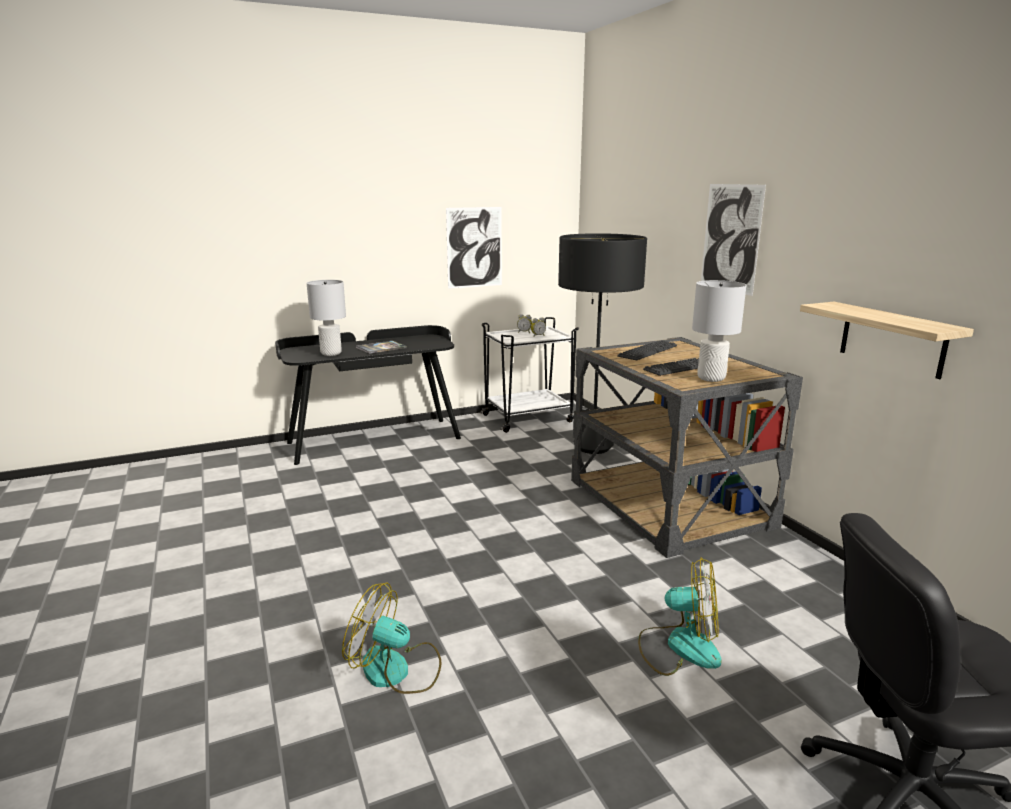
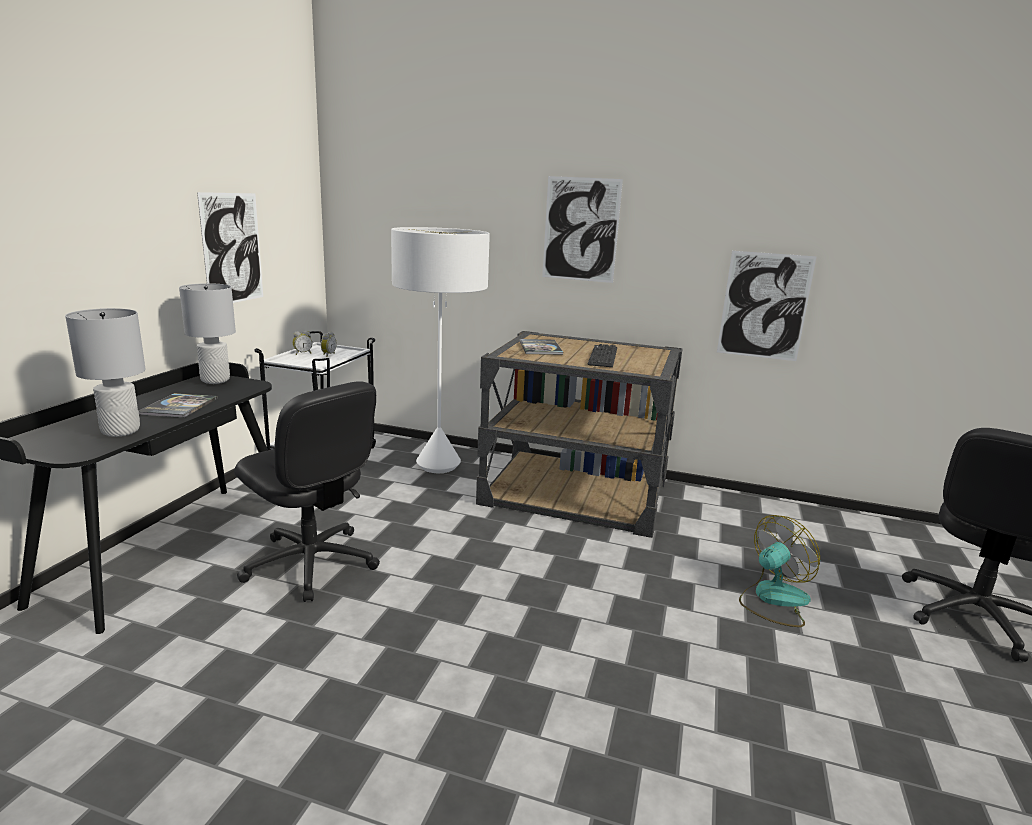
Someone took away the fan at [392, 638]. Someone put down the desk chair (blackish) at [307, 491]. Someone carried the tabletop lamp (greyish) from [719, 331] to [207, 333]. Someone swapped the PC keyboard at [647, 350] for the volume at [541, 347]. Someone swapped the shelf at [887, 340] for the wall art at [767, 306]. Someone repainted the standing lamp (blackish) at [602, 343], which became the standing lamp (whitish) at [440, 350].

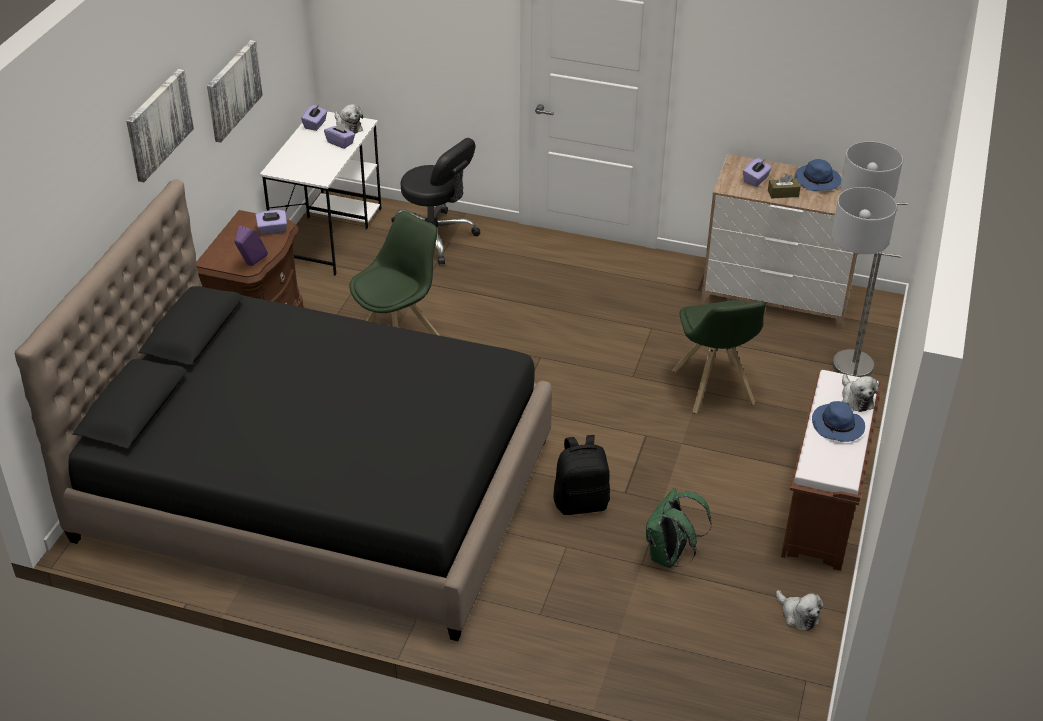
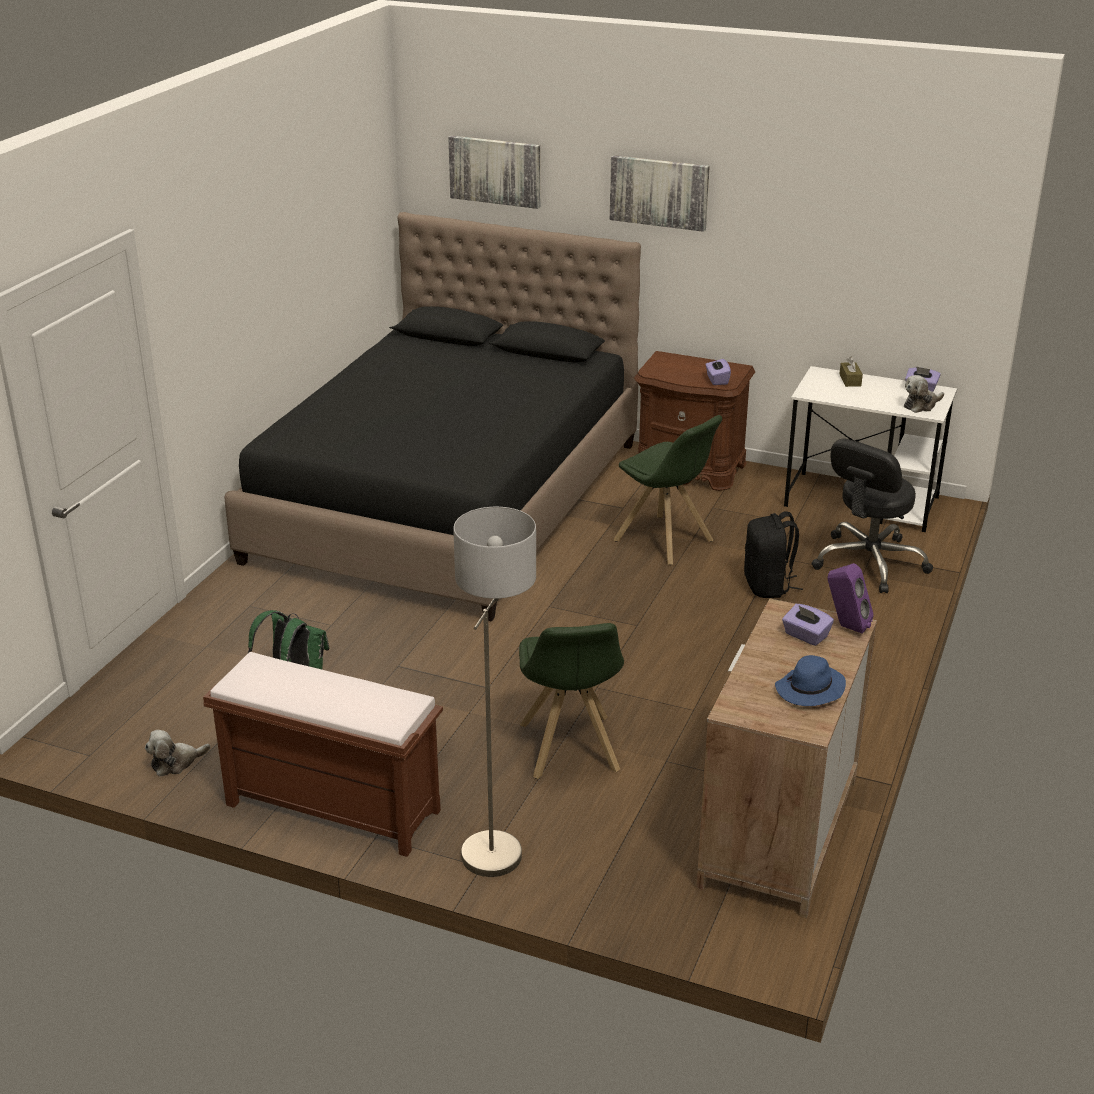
Someone took away the box of tissues (purple) at [339, 135]. Someone took away the clothing hat (blue-coloured) at [838, 421]. Someone took away the standing lamp (greyish) at [869, 259]. Someone took away the plush toy at [860, 393]. Someone carried the wall art from [235, 91] to [494, 172]. Someone carried the audio speaker (purple) from [251, 245] to [851, 598]. Someone carried the rucksack (blackish) from [581, 475] to [773, 554]. Someone carried the box of tissues (brown-coloured) from [784, 186] to [851, 371]. Someone rotated the plain chair (greenish) at [718, 357] by 90 degrees counterclockwise.

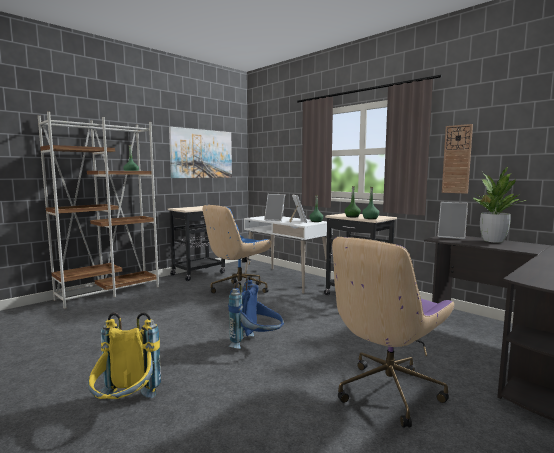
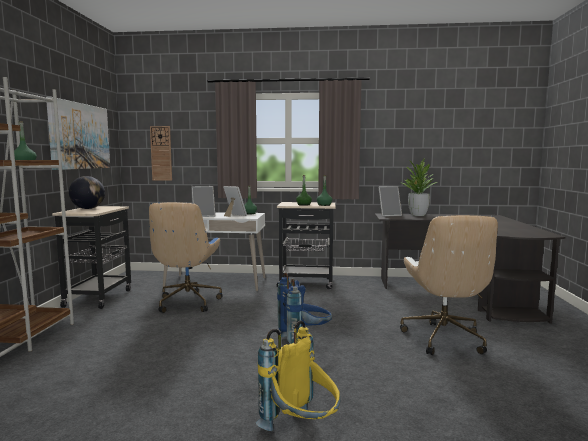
Someone put down the globe at [87, 192]. Someone carried the clock on the wall from [457, 159] to [161, 153]. Someone repainted the desk chair (purple) at [393, 332], which became the desk chair (whitish) at [449, 285].

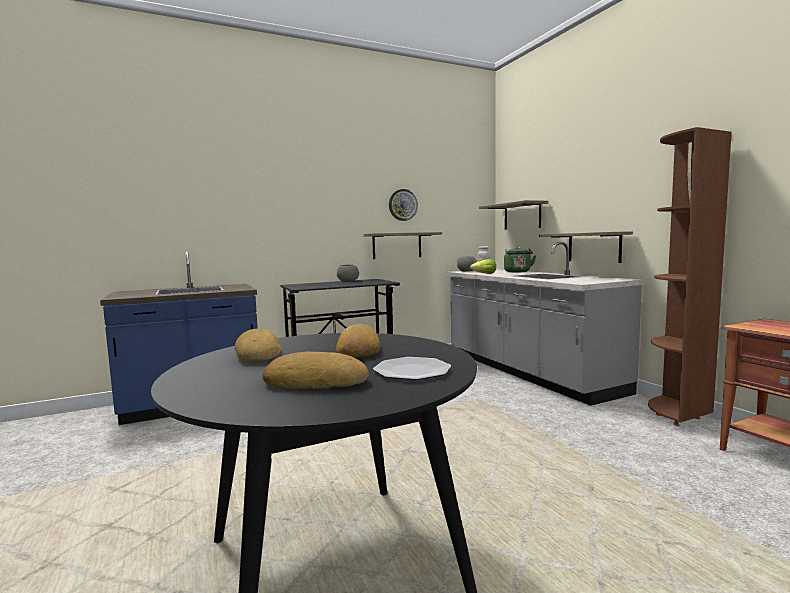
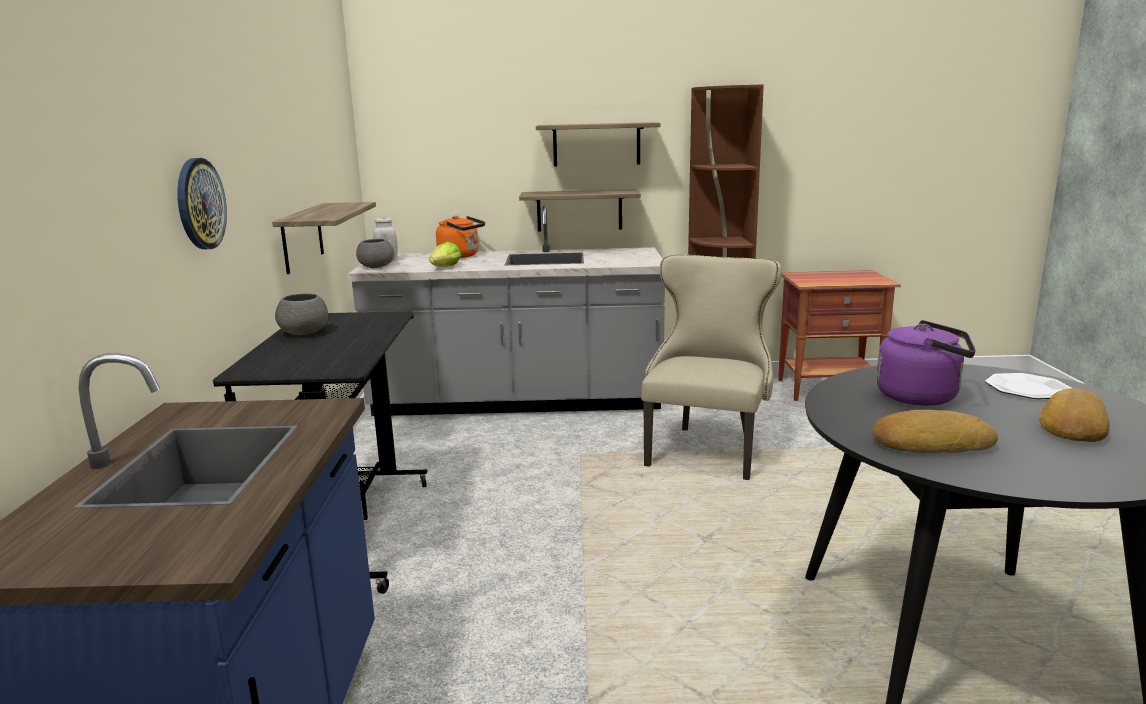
Someone put down the plain chair (sand-coloured) at [711, 367]. Someone carried the clock on the wall from [403, 205] to [202, 203]. Someone carried the shelf from [513, 214] to [598, 144]. Someone swapped the bakery bread at [358, 340] for the water kettle (purple) at [926, 363]. Someone repainted the water kettle (greenish) at [520, 260], which became the water kettle (orangey) at [460, 237].

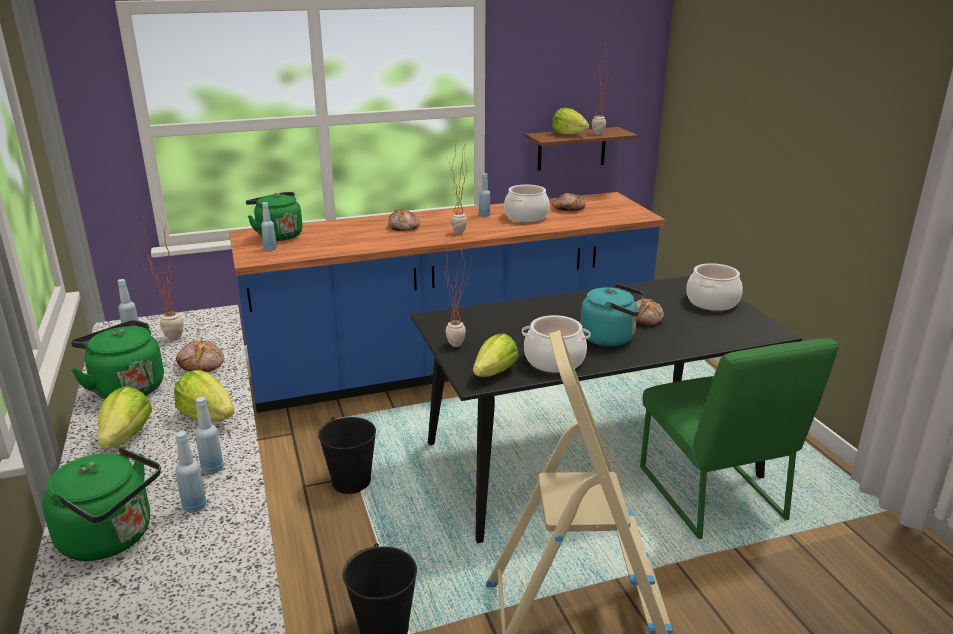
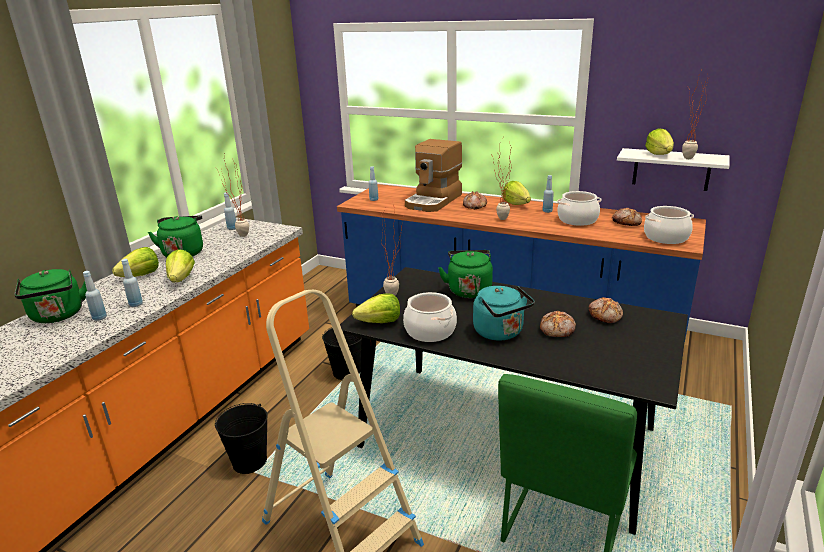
Someone put down the coffee brewer at [434, 175]. Someone put down the head of lettuce at [517, 193]. Someone carried the bakery bread from [200, 356] to [606, 310]. Someone carried the water kettle (greenish) from [274, 216] to [465, 274]. Someone carried the saucepot from [714, 287] to [669, 225]. Someone repainted the shelf (brown-coloured) at [581, 149], which became the shelf (whitish) at [673, 169].

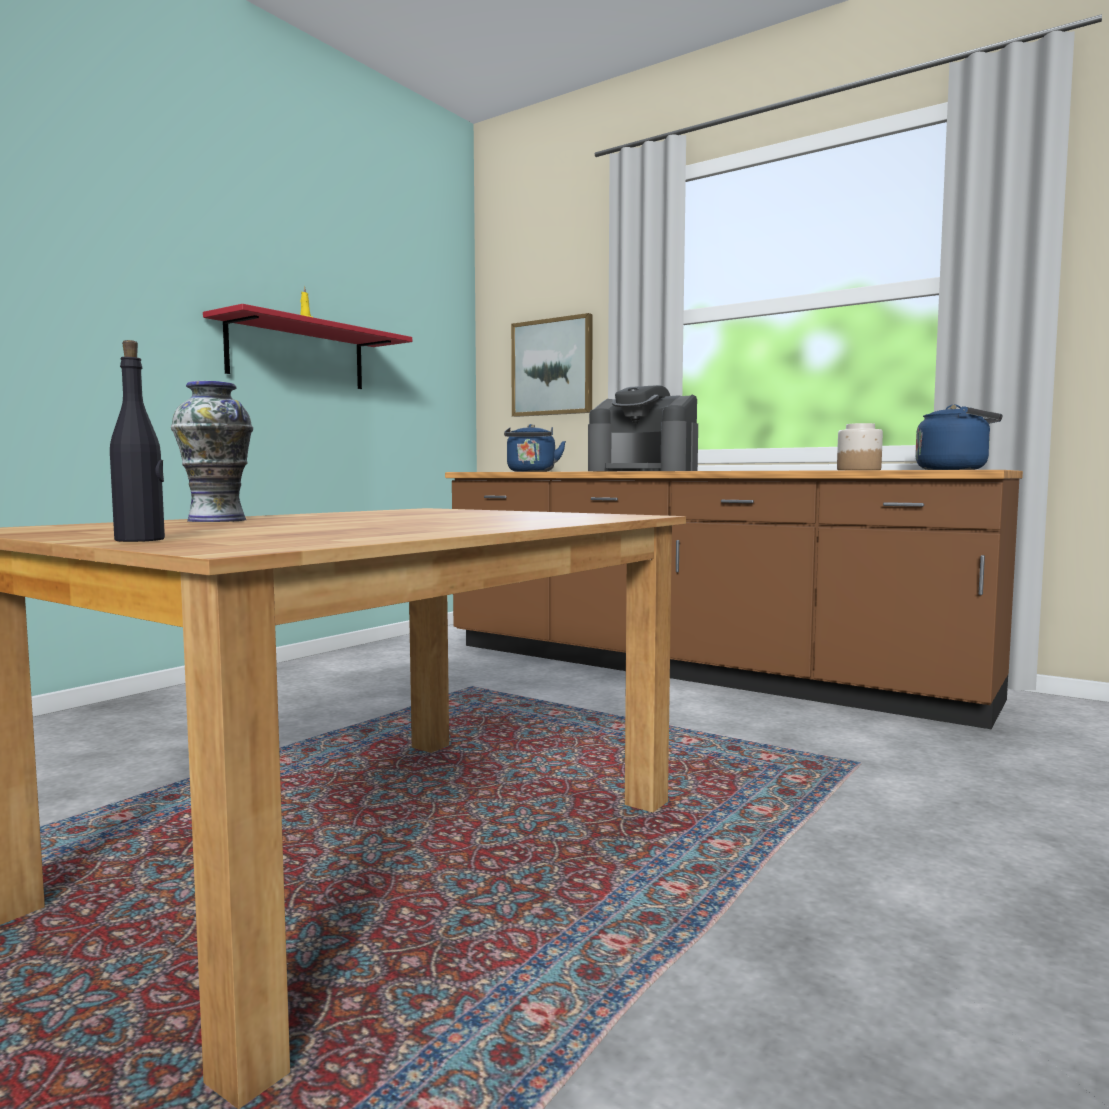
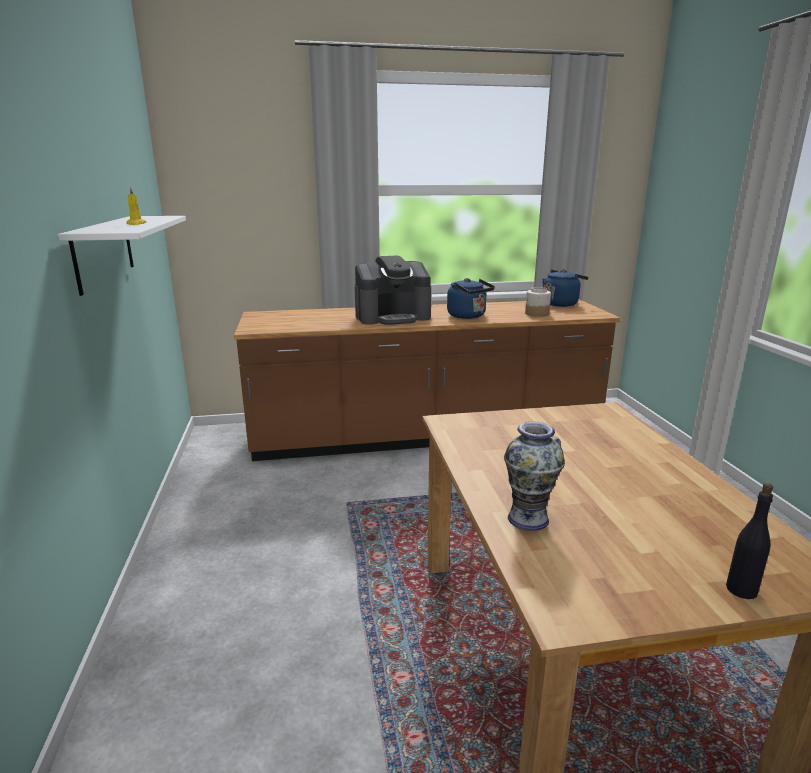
Someone took away the wall art at [552, 365]. Someone carried the water kettle (blue-coloured) from [535, 448] to [471, 298]. Someone repainted the shelf (reddish) at [307, 346], which became the shelf (whitish) at [122, 256].

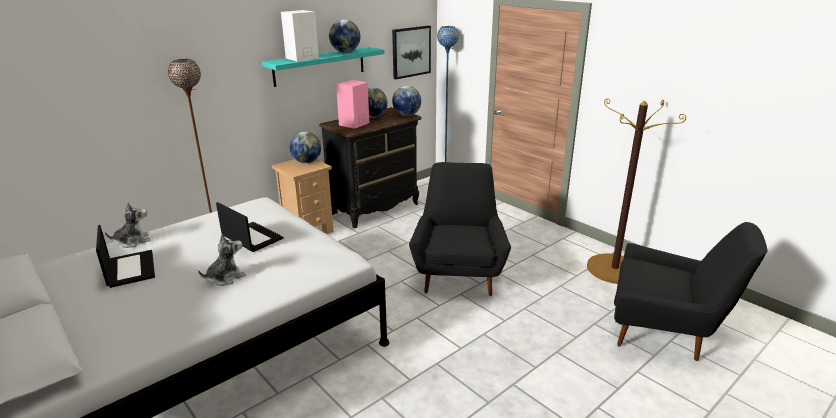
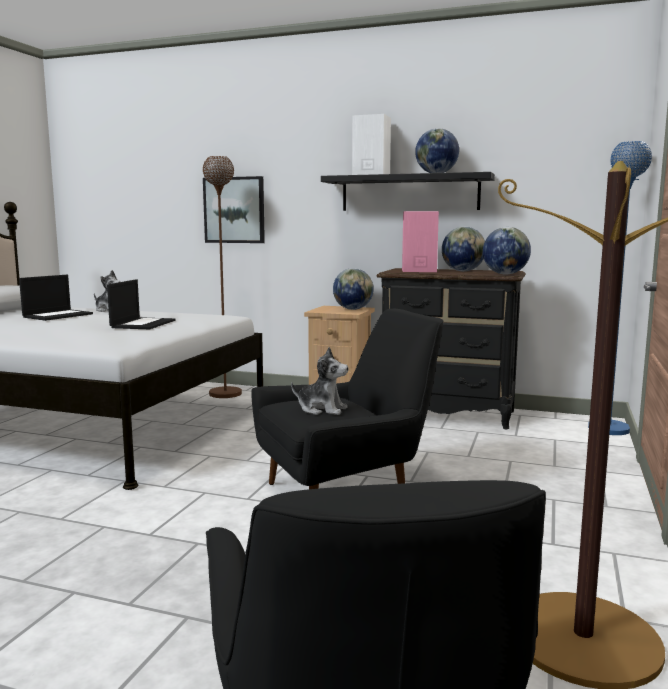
Someone carried the plush toy from [222, 260] to [320, 381]. Someone carried the wall art from [411, 52] to [234, 209]. Someone repainted the shelf (blue-green) at [323, 67], which became the shelf (blackish) at [408, 191].

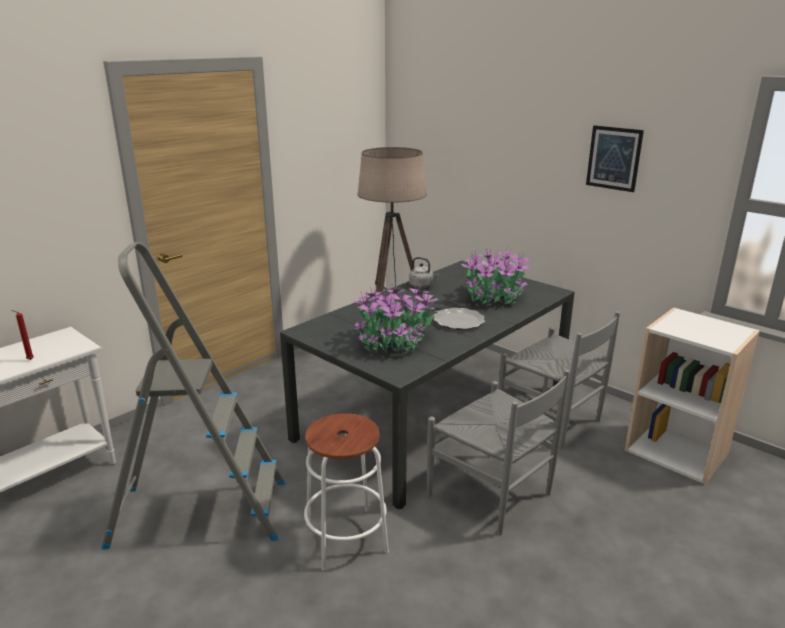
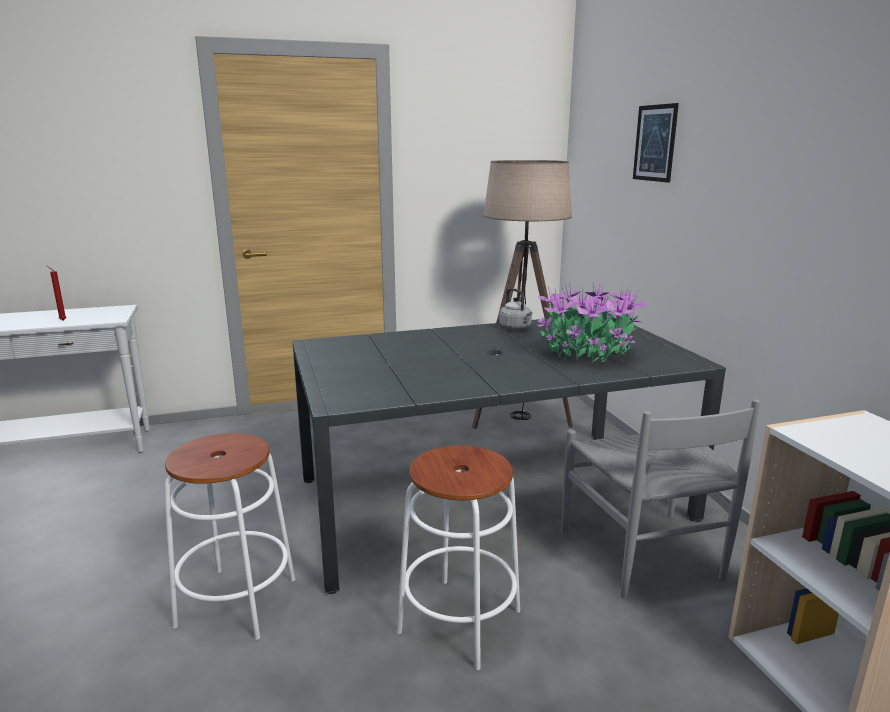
Someone took away the stepladder (greyish) at [193, 395]. Someone took away the potted plant at [395, 318]. Someone took away the dinner plate at [459, 319]. Someone carried the wall art from [615, 158] to [656, 143]. Someone swapped the plain chair (greyish) at [498, 452] for the stool seat (whitish) at [458, 557].

